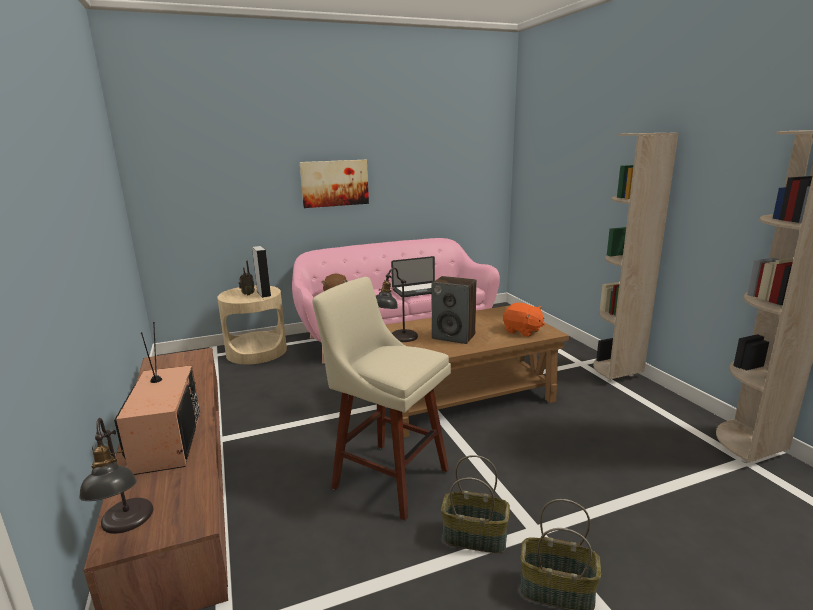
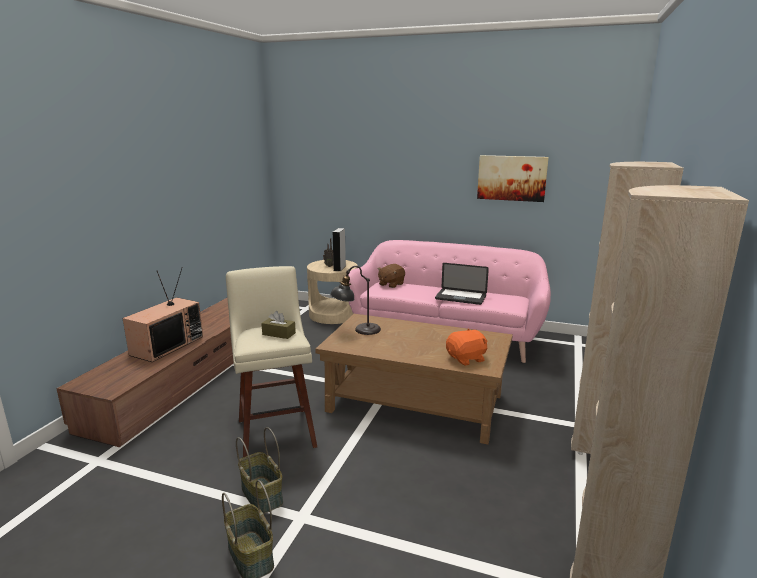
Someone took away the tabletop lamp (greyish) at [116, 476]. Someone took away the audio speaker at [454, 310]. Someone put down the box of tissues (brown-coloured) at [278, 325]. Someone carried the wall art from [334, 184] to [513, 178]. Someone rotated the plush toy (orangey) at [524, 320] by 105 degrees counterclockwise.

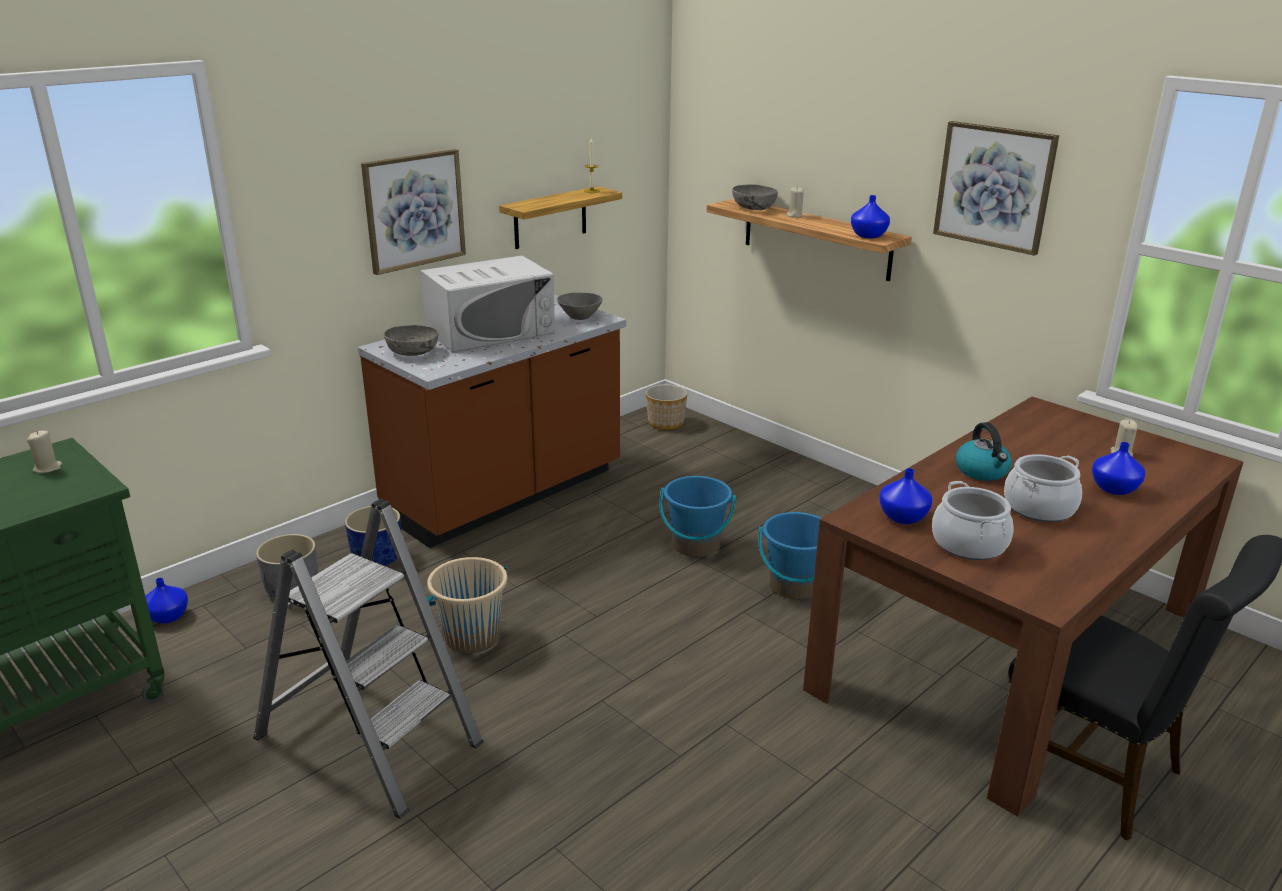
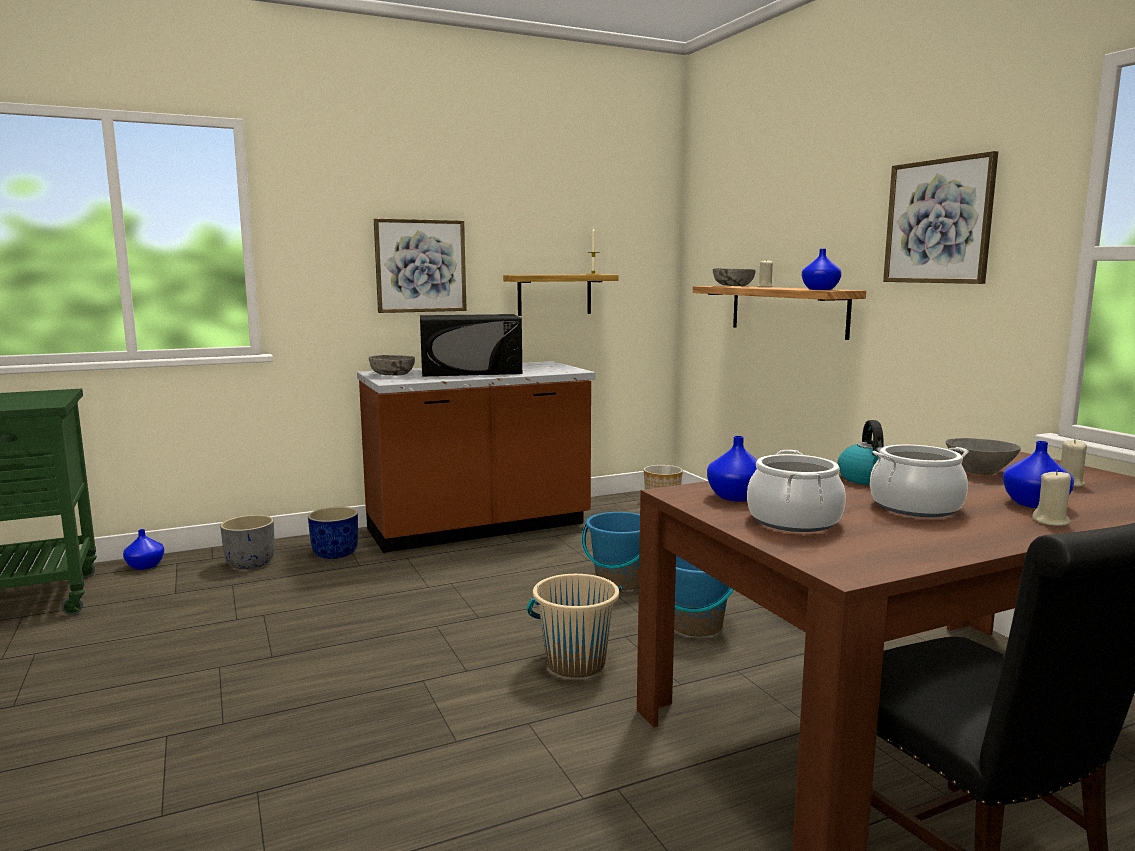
Someone took away the stepladder (greyish) at [368, 658]. Someone carried the wax light (sand-coloured) from [44, 452] to [1051, 498]. Someone carried the water bucket (sand-coloured) from [467, 605] to [574, 626]. Someone carried the serving bowl (greyish) from [580, 306] to [983, 456]. Someone repainted the kitchen microwave (whitish) at [487, 304], which became the kitchen microwave (blackish) at [471, 345].

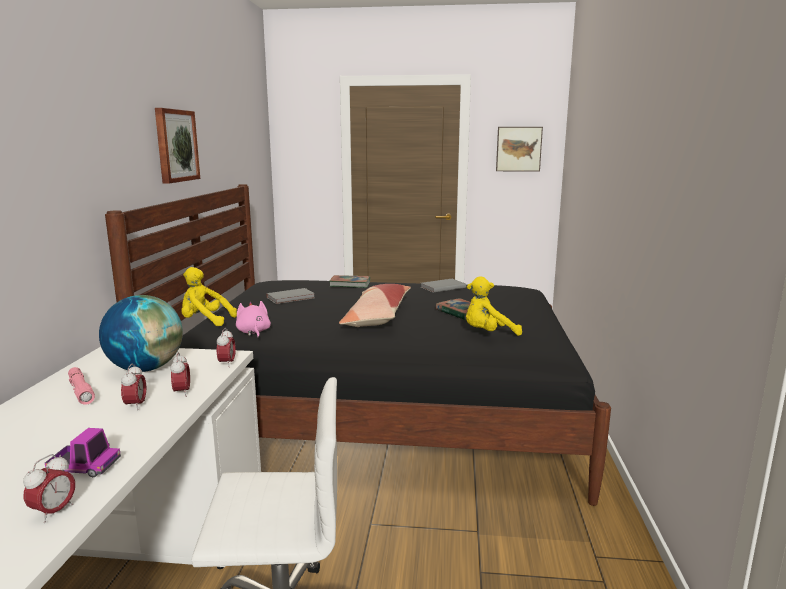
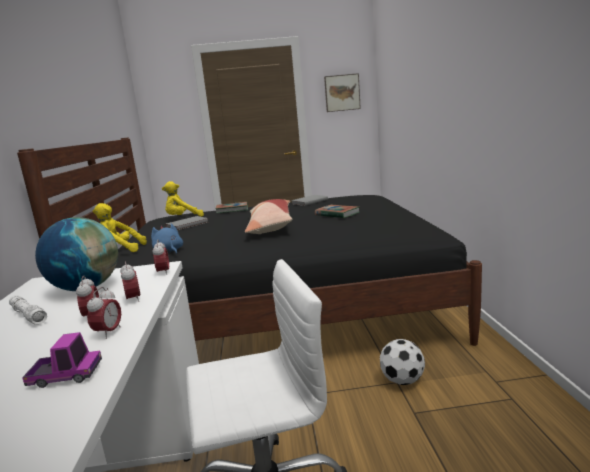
Someone took away the wall art at [177, 146]. Someone put down the football ball at [402, 362]. Someone carried the alarm clock from [49, 488] to [104, 313]. Someone carried the plush toy (yellowish) from [494, 306] to [183, 199]. Someone repainted the torch (pinkish) at [81, 386], which became the torch (whitish) at [28, 310]. Someone repainted the plush toy (pinkish) at [253, 319], which became the plush toy (blue-coloured) at [167, 238].

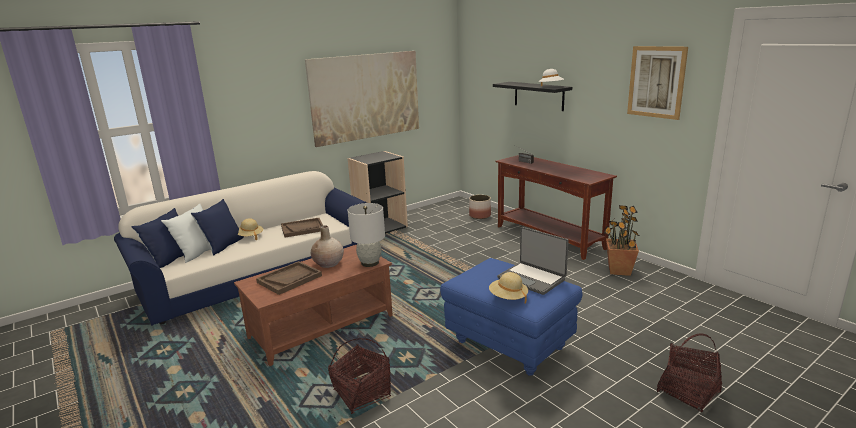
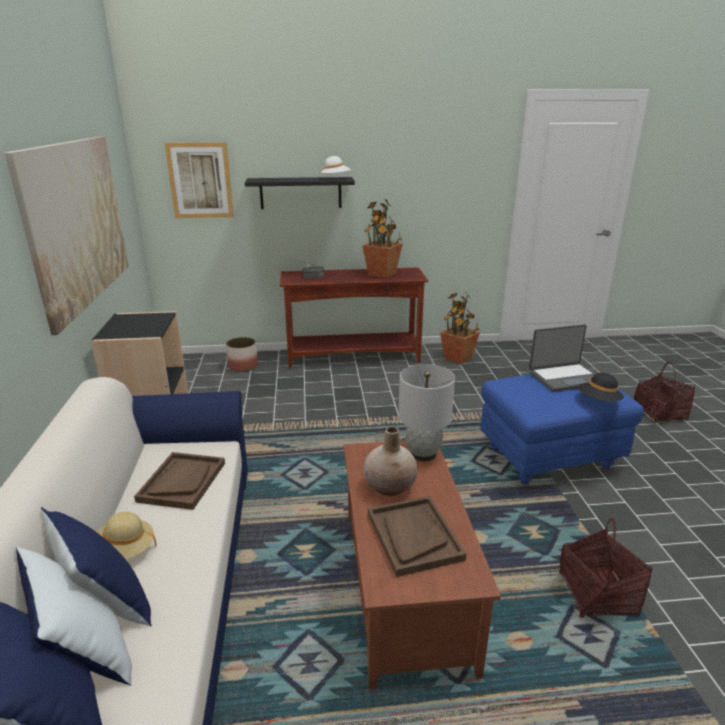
Someone put down the potted plant at [382, 238]. Someone carried the wall art from [657, 83] to [199, 180]. Someone repainted the clothing hat (sand-coloured) at [508, 288], which became the clothing hat (blackish) at [601, 387].

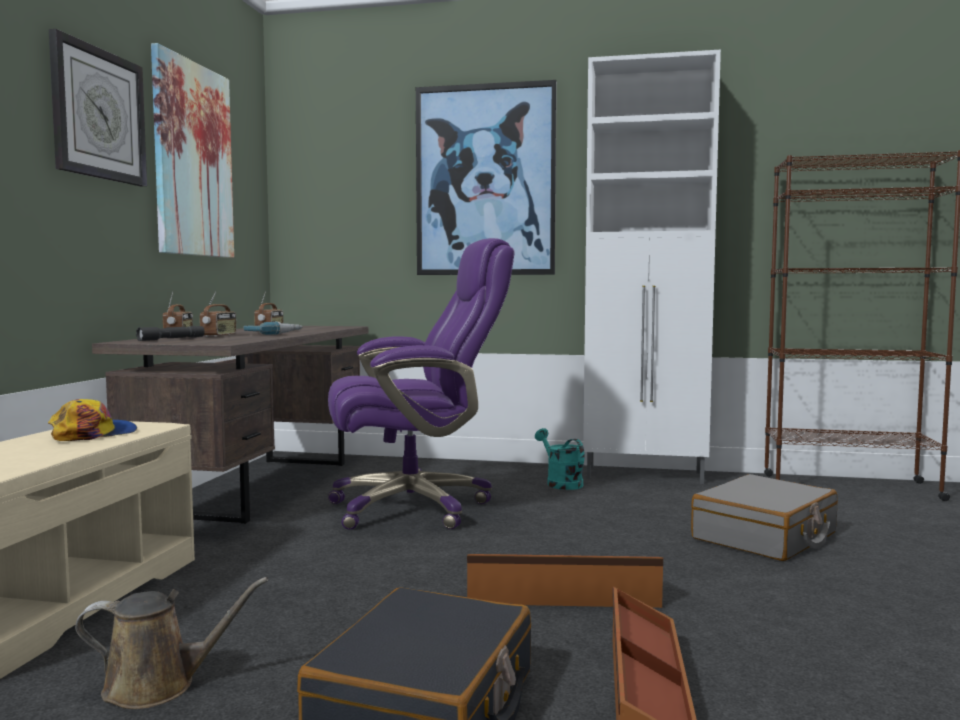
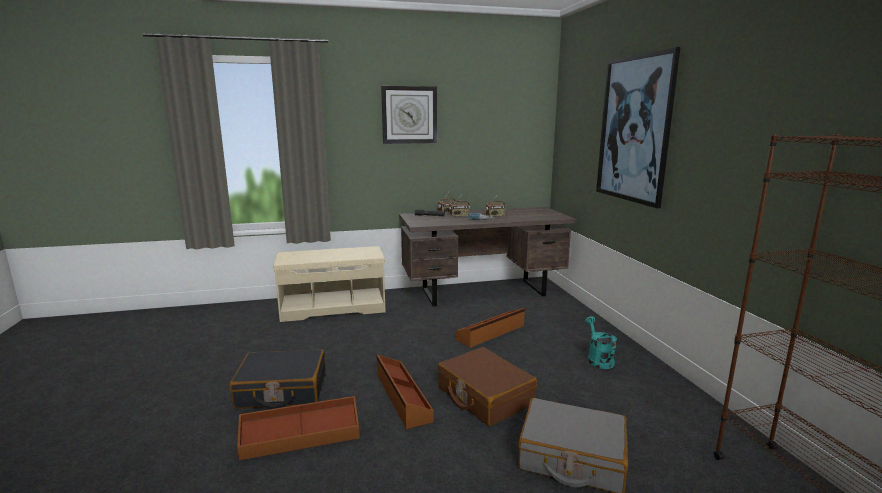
Someone took away the peaked cap at [92, 420]. Someone took away the watering can (brown-coloured) at [171, 643]. Someone took away the wall art at [192, 150]. Someone took away the storage cabinet (whitish) at [652, 266]. Someone put down the travel case (brown-coloured) at [487, 386]. Someone swapped the desk chair (purple) at [421, 384] for the storage container (brown-coloured) at [490, 328]. Someone rotated the watering can (blue-green) at [559, 459] by 45 degrees counterclockwise.

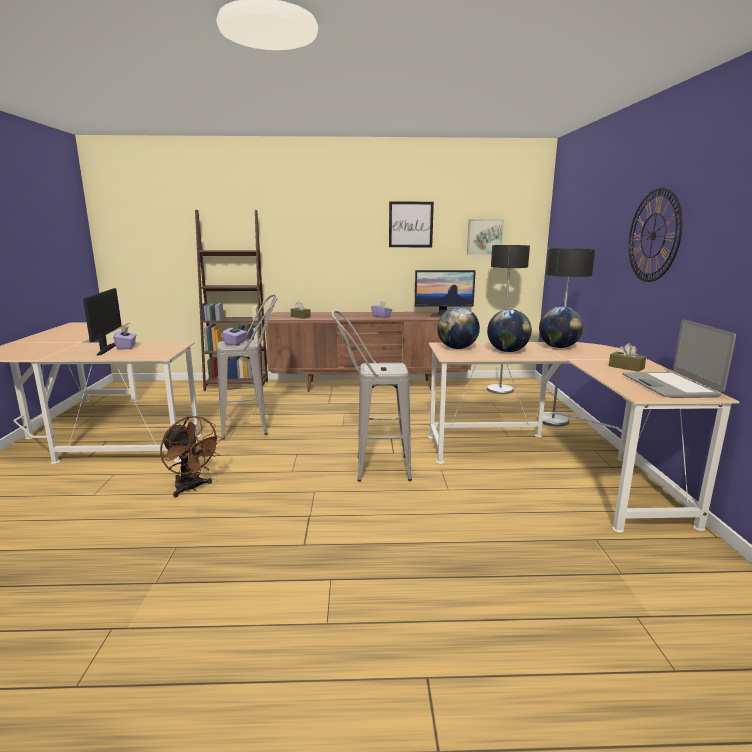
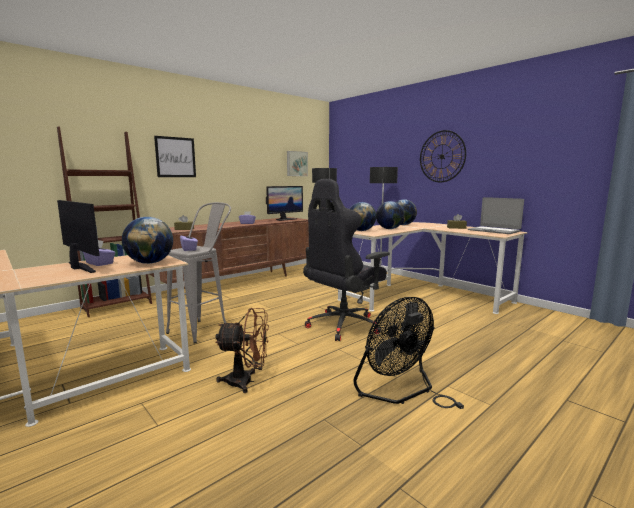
Someone put down the globe at [147, 240]. Someone put down the fan (blackish) at [409, 353]. Someone carried the wall art from [411, 224] to [175, 156]. Someone swapped the stool seat (greyish) at [371, 396] for the desk chair (blackish) at [346, 260].

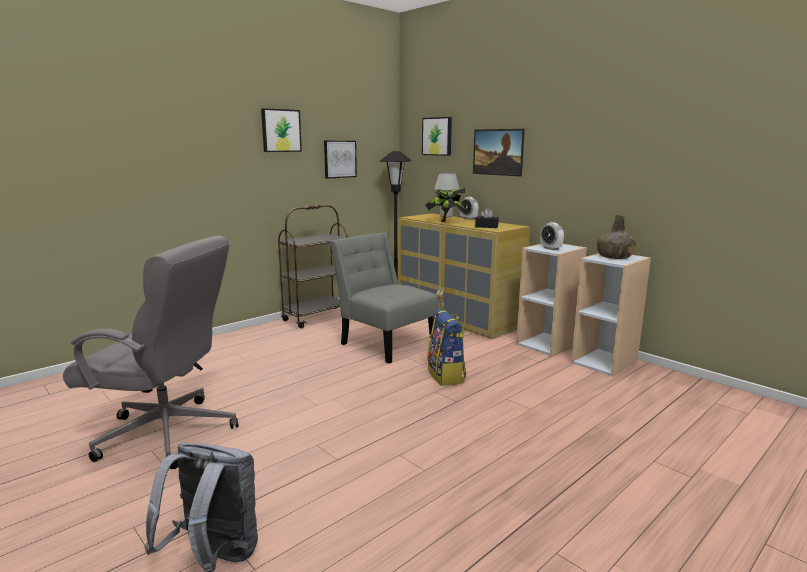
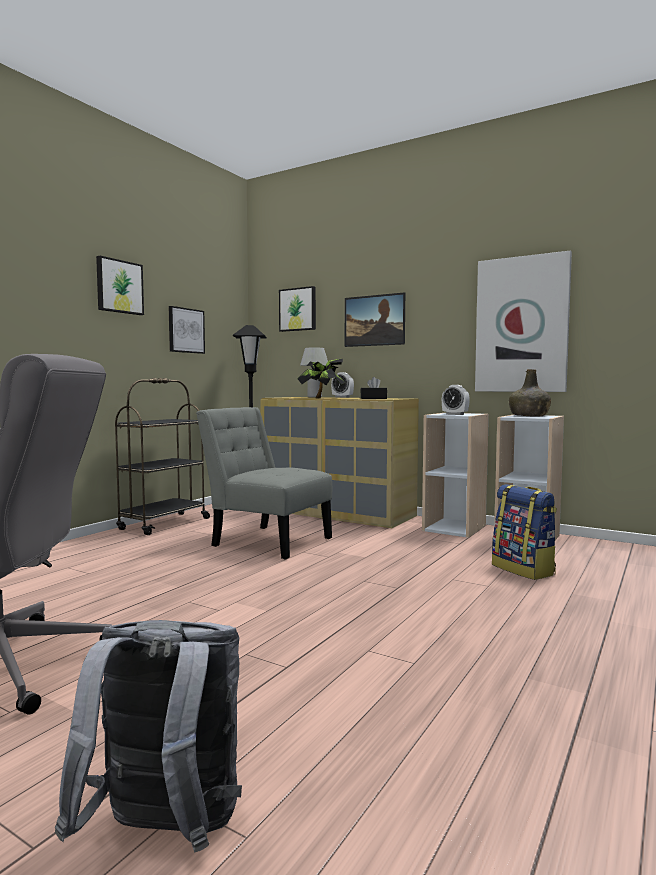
Someone put up the wall art at [523, 321]. Someone carried the rucksack from [446, 347] to [524, 532].

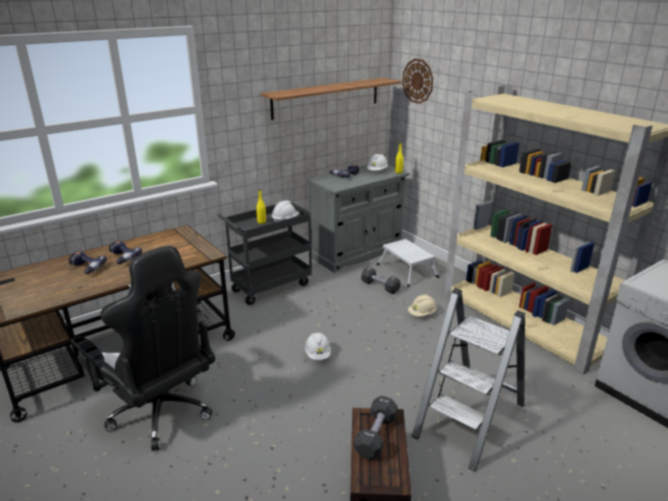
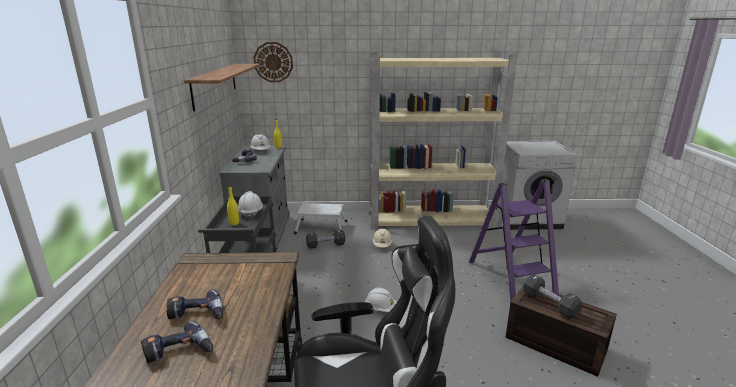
Someone repainted the stepladder (greyish) at [468, 380], which became the stepladder (purple) at [514, 240].

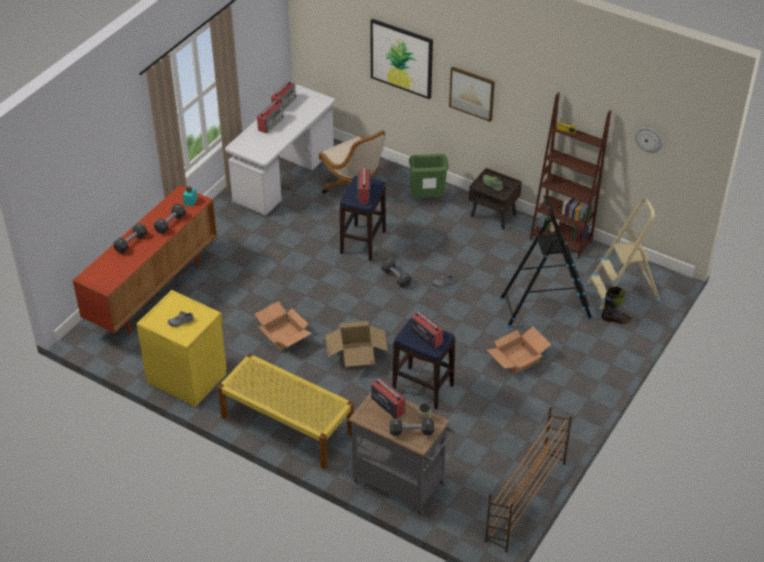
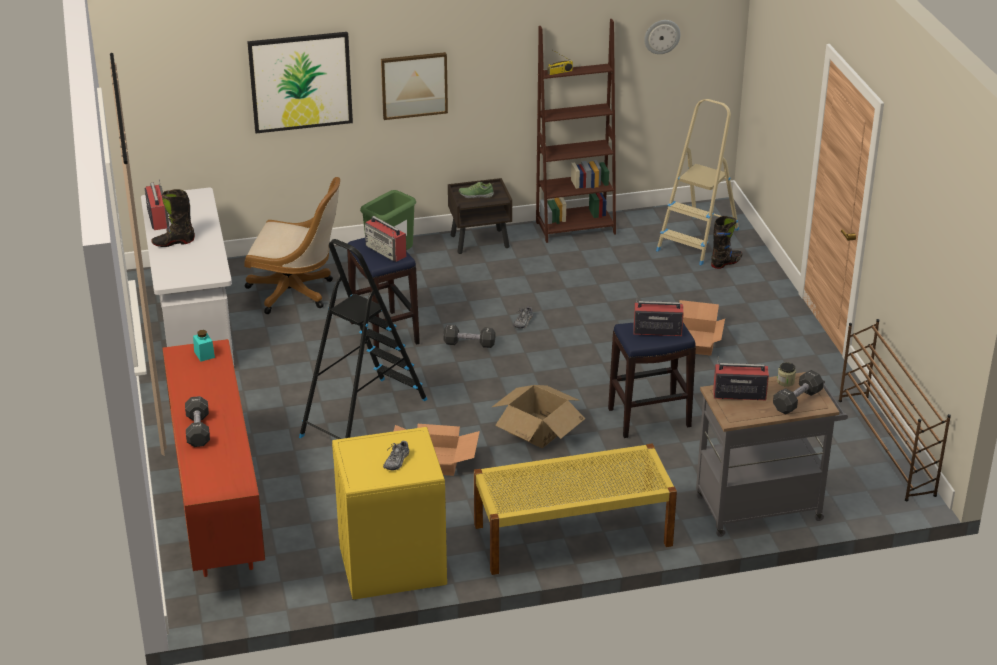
Someone took away the hand weight (blackish) at [170, 218]. Someone carried the stepladder (blackish) from [546, 261] to [363, 339]. Someone swapped the radio at [270, 117] for the high-top boot (blackish) at [173, 218].

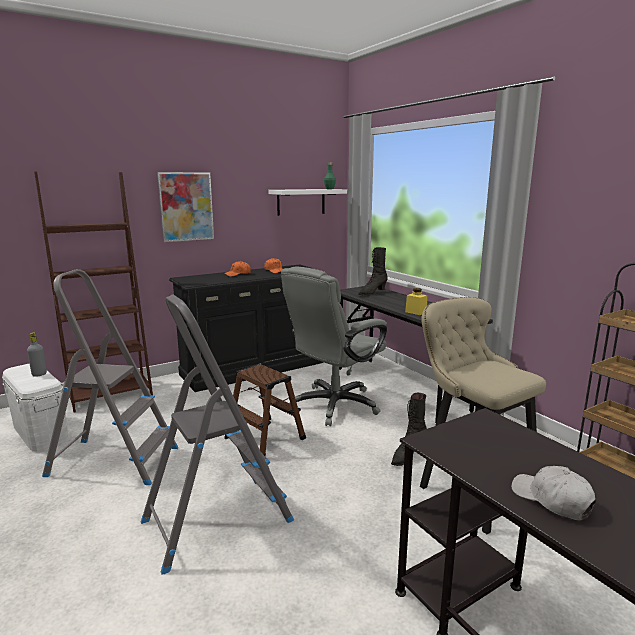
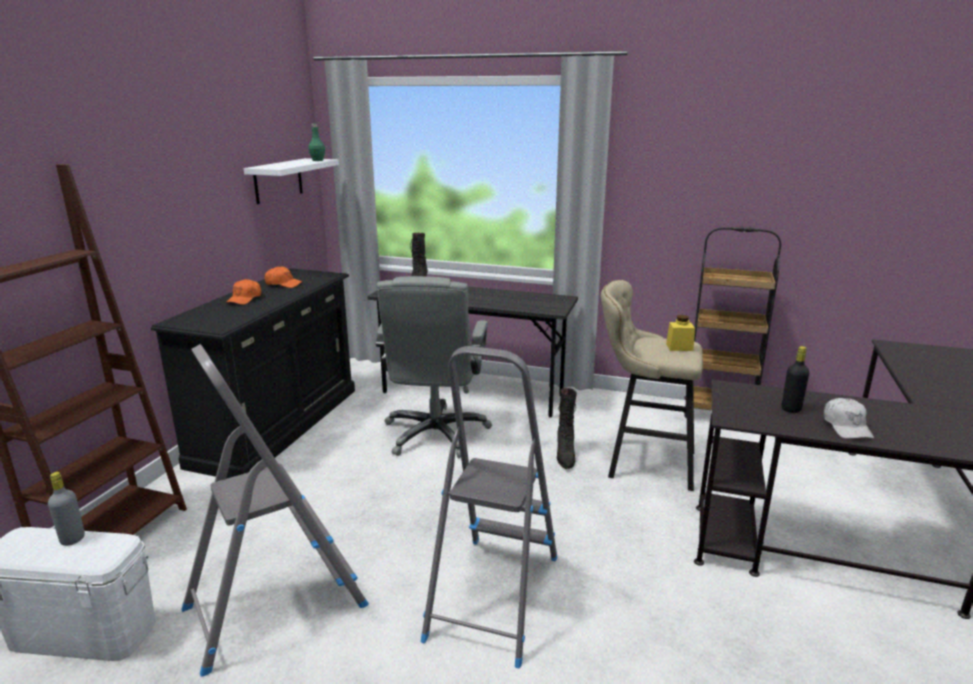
Someone took away the wall art at [185, 207]. Someone took away the stepladder (brown-coloured) at [265, 410]. Someone put down the drink bottle (blackish) at [795, 379]. Someone carried the preserve jar (yellowish) from [416, 301] to [680, 333]. Someone rotated the peaked cap (whitish) at [553, 493] by 105 degrees counterclockwise.

